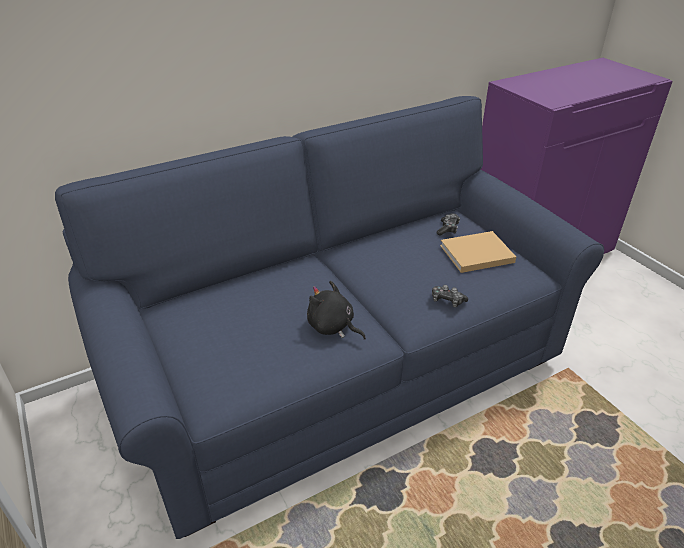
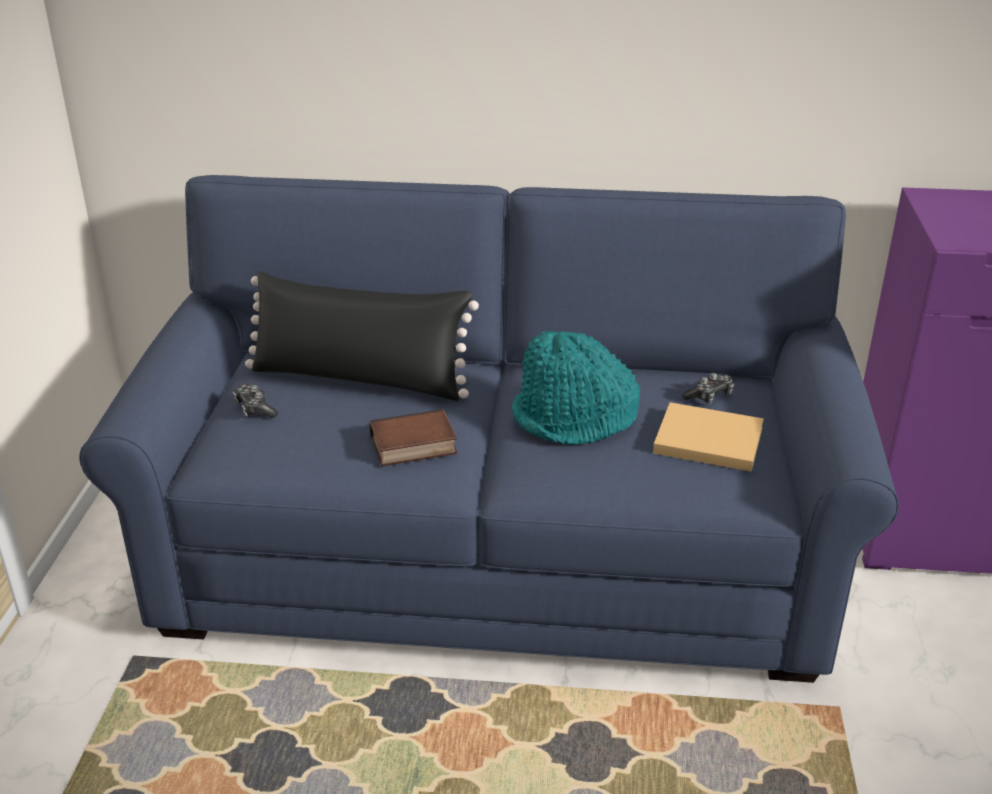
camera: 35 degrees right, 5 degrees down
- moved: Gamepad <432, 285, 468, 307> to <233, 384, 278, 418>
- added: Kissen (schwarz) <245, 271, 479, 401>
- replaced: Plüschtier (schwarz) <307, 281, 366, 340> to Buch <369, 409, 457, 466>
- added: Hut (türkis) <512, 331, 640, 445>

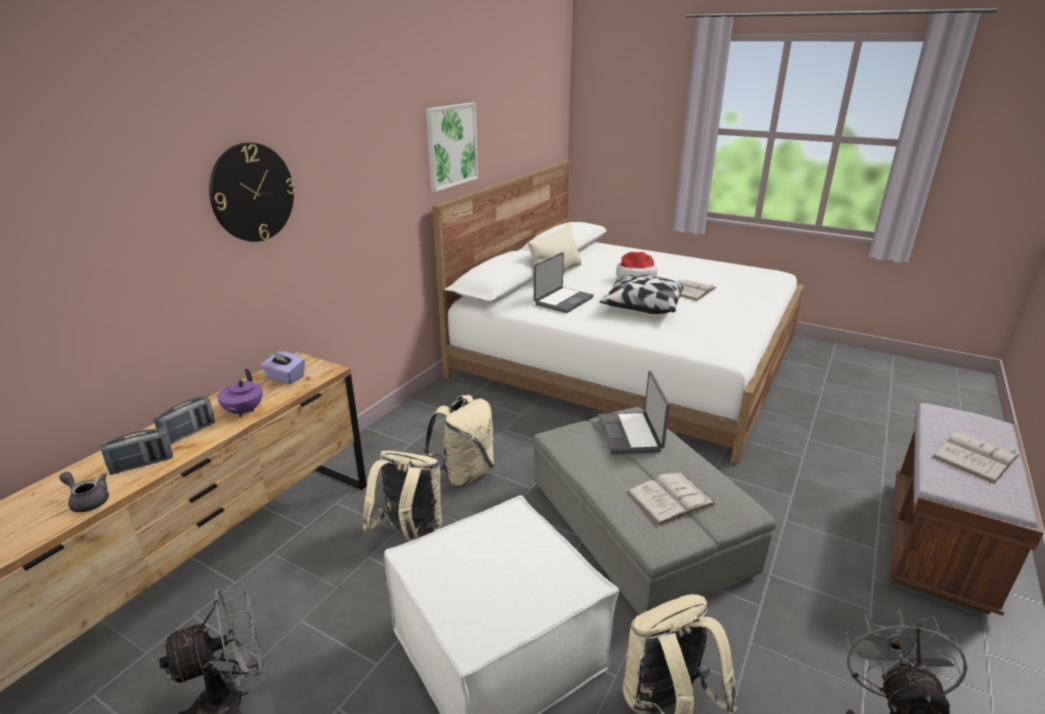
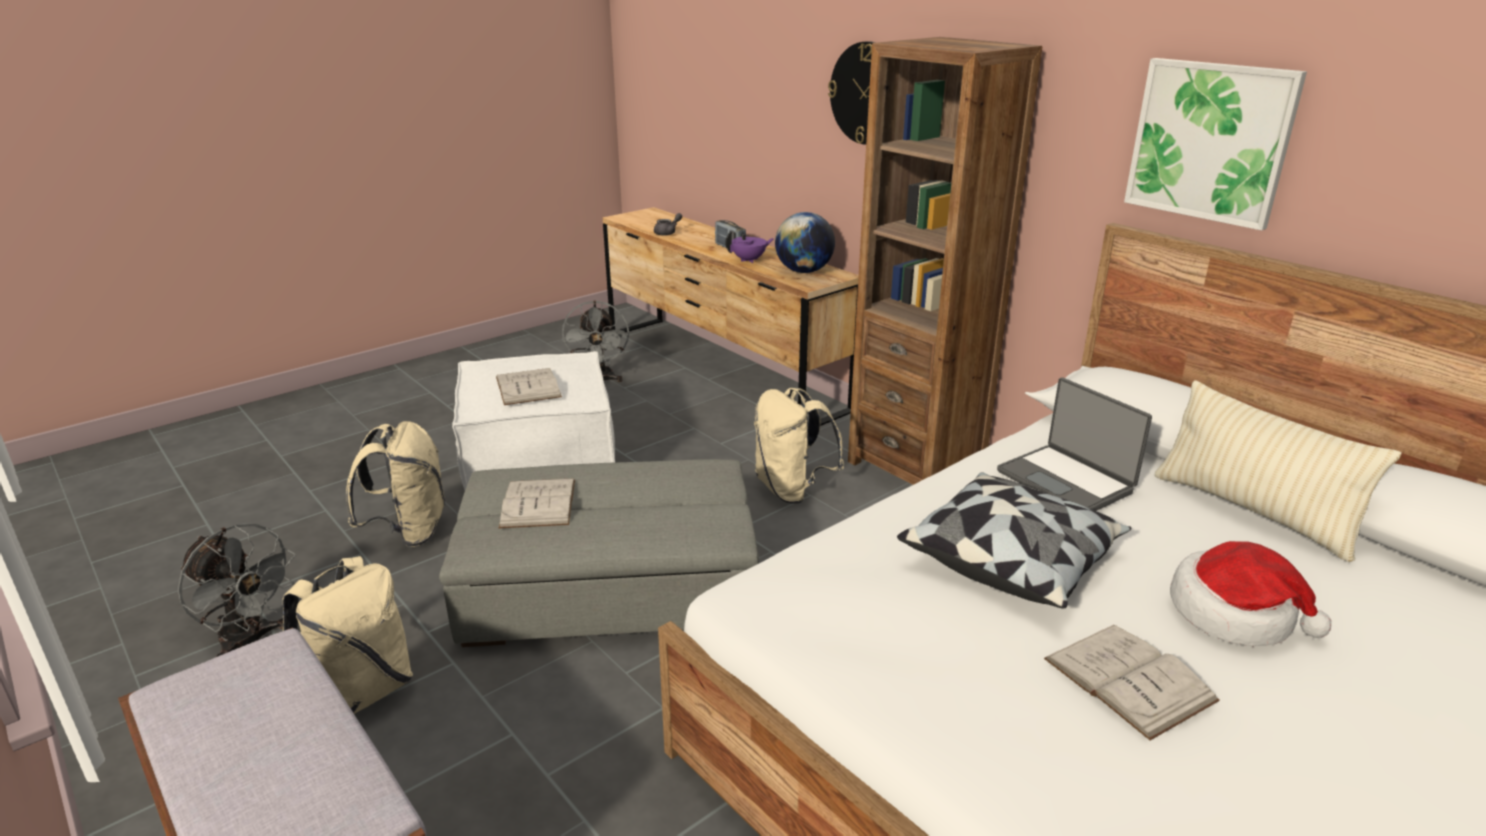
camera: 110 degrees right, 0 degrees up
- moved: Rucksack (beige) <363, 451, 442, 542> to <283, 556, 413, 714>
- moved: Buch (weiß) <932, 431, 1019, 484> to <496, 368, 562, 405>
- turned: Teekanne (lila) <217, 369, 263, 418> = <725, 232, 774, 263> 135 degrees clockwise
- replaced: Taschentuchbox (lila) <261, 351, 305, 384> to Globus <775, 212, 835, 273>
- added: Bücherregal (braun) <848, 37, 1043, 485>
- removed: Radio <100, 427, 173, 475>
- removed: Laptop <598, 371, 670, 454>

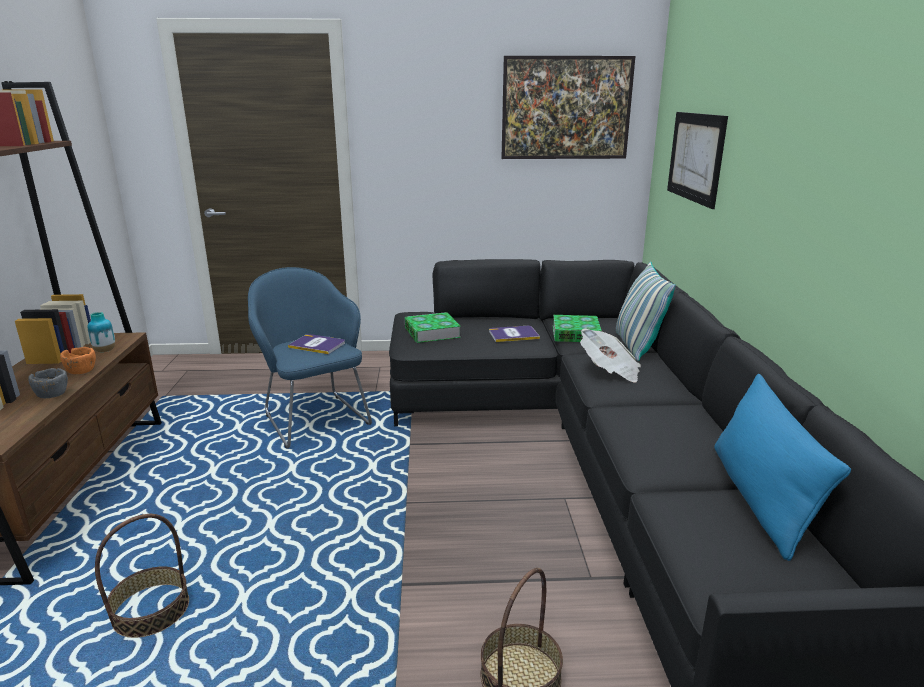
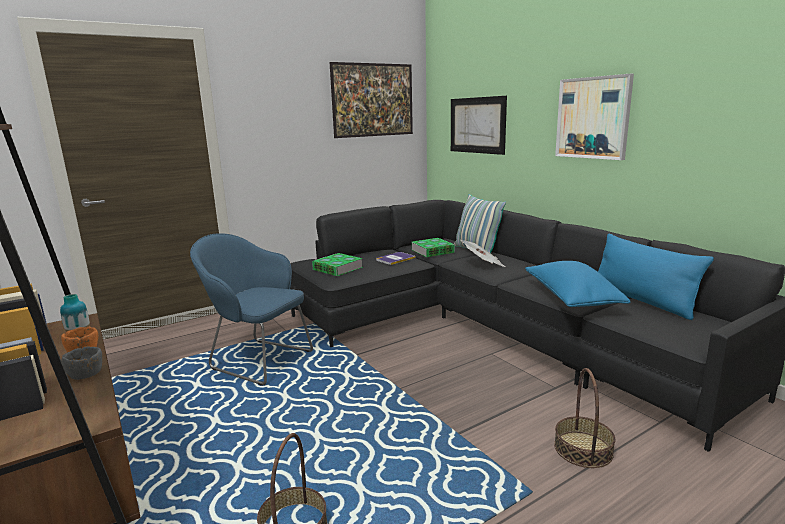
camera: 30 degrees left, 5 degrees down
- added: Kissen (blau) <525, 261, 631, 307>
- added: Bild <555, 74, 634, 160>
- removed: Buch <288, 334, 345, 354>

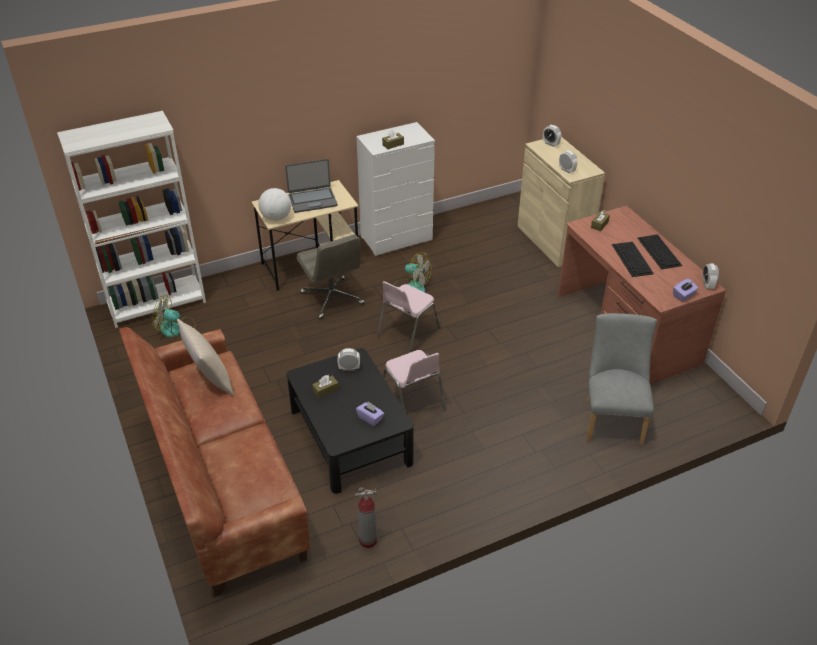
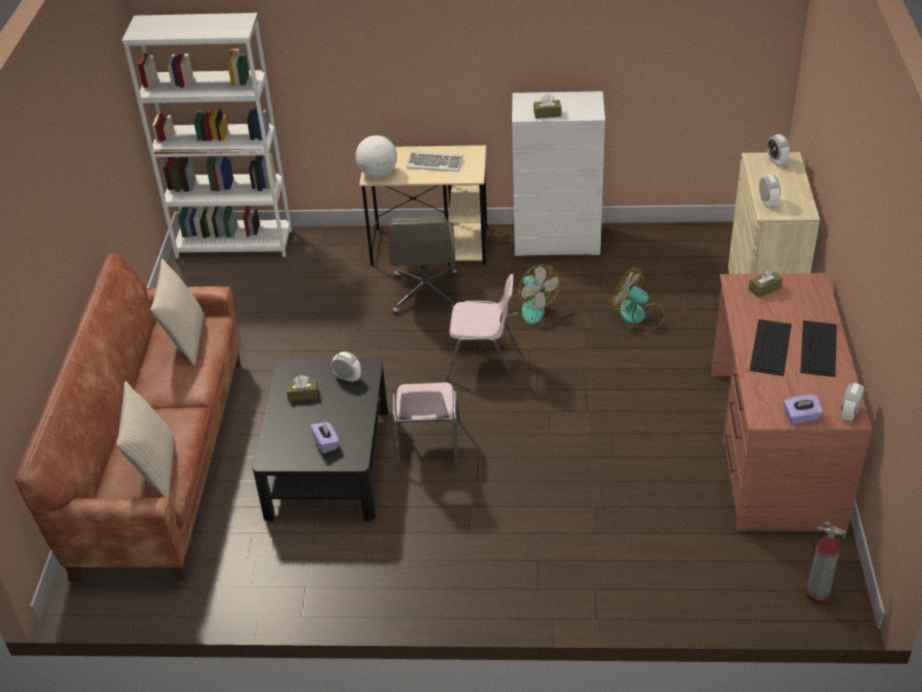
camera: 30 degrees right, 0 degrees up
- added: Kissen (beige) <116, 381, 175, 498>
- replaced: Laptop <285, 159, 338, 213> to Tastatur <406, 151, 463, 172>
- turned: Stuhl (rosa) <377, 281, 440, 353> = <446, 274, 516, 380> 150 degrees counterclockwise
- moved: Ventilator <152, 295, 196, 339> to <611, 268, 665, 329>
- moved: Feuerlöscher <355, 487, 377, 548> to <806, 521, 847, 605>
- removed: Stuhl (grau) <586, 313, 657, 445>

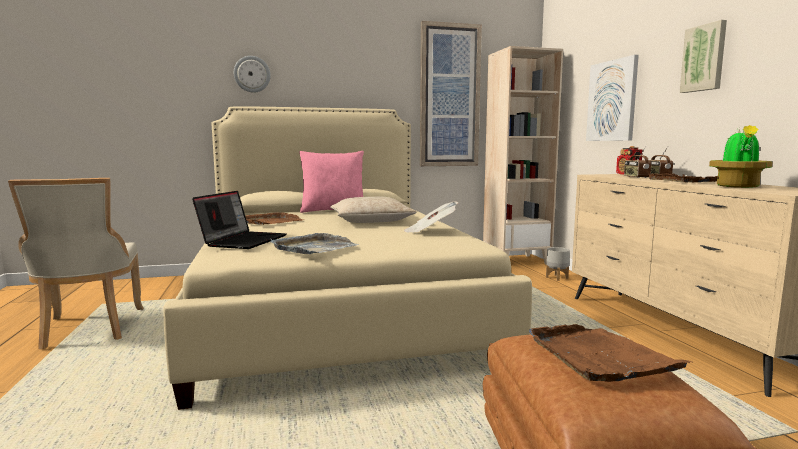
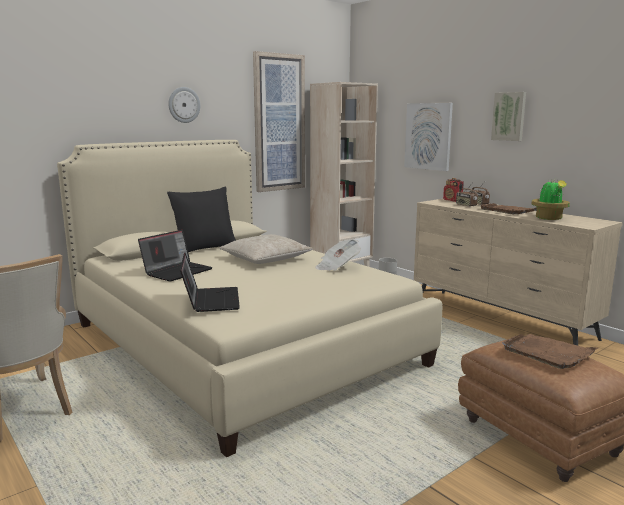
camera: 25 degrees left, 5 degrees up
- replaced: Tablett (braun) <245, 212, 303, 225> to Laptop <138, 230, 213, 282>
- recoloured: Kissen (rosa) <299, 151, 364, 213> to Kissen (schwarz) <167, 187, 236, 252>
- moved: Wanduhr <234, 56, 271, 93> to <168, 87, 200, 123>
- removed: Tablett (grau) <270, 233, 359, 254>

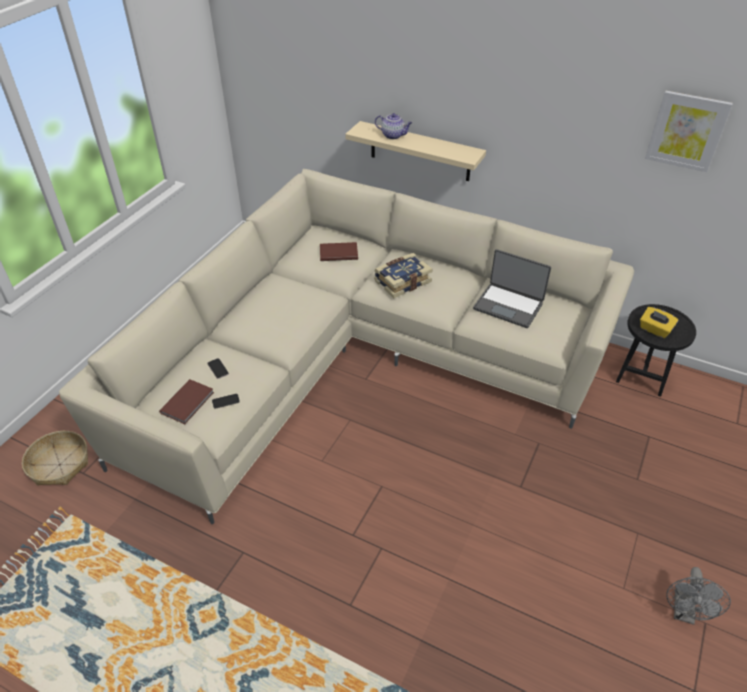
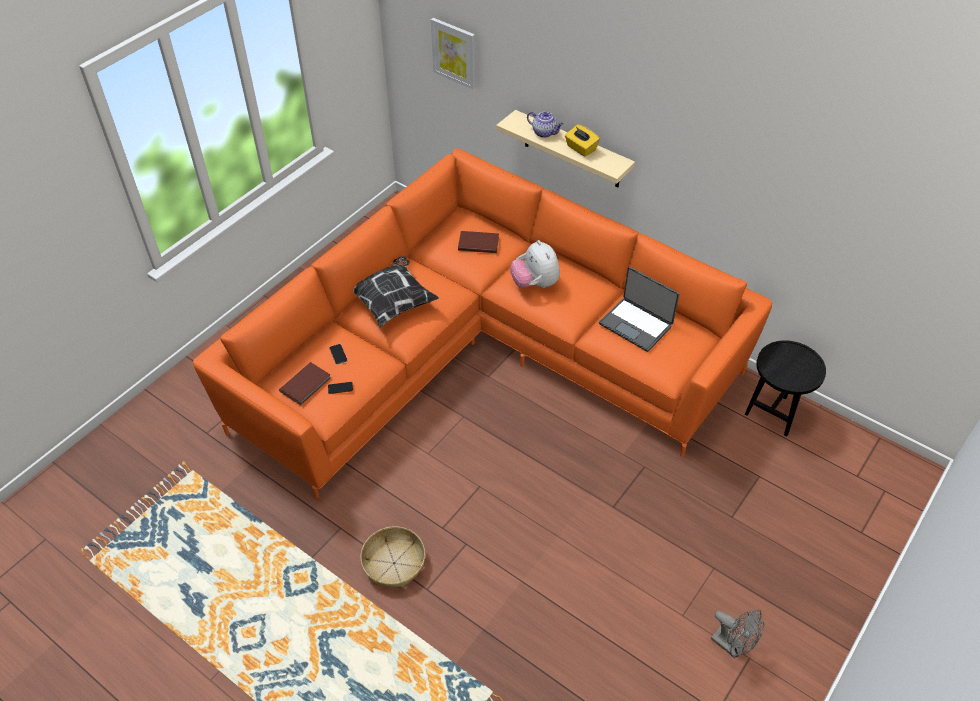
camera: 10 degrees right, 5 degrees up
- recoloured: Sofa (beige) <59, 169, 634, 524> to Sofa (orange) <193, 148, 772, 498>
- added: Kissen <353, 256, 439, 327>
- moved: Korb <22, 431, 88, 485> to <360, 526, 425, 589>
- moved: Bild <645, 91, 733, 172> to <431, 18, 476, 89>
- replaced: Buch <374, 253, 433, 298> to Plüschtier <510, 240, 560, 288>
- moved: Taschentuchbox (gelb) <640, 307, 678, 338> to <565, 124, 600, 157>
- turned: Ventilator (grau) <666, 567, 731, 625> = <711, 609, 764, 658> 75 degrees counterclockwise

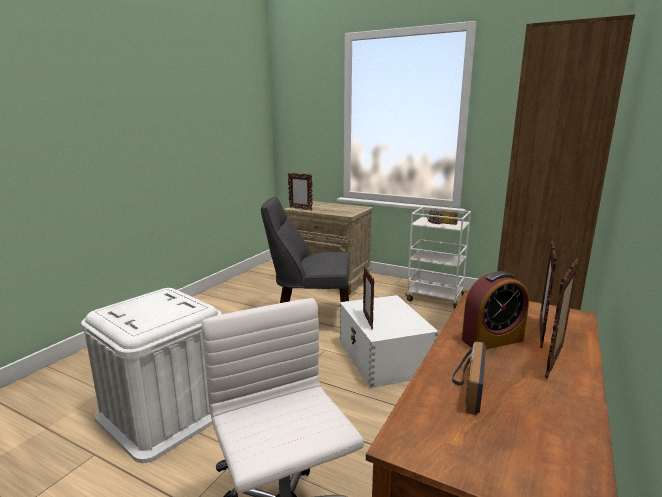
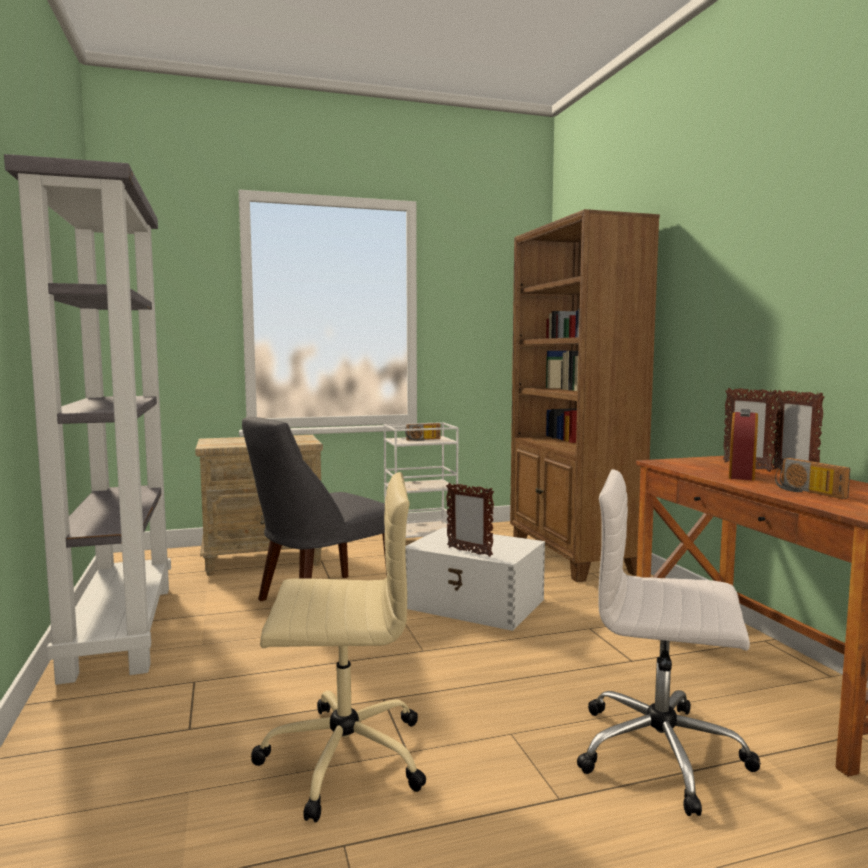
camera: 45 degrees left, 10 degrees down
- added: Bücherregal (grau) <4, 154, 171, 685>
- replaced: Aufbewahrungsbox (weiß) <81, 288, 222, 463> to Bürostuhl (beige) <251, 472, 426, 822>
- removed: Bilderrahmen <288, 173, 313, 211>

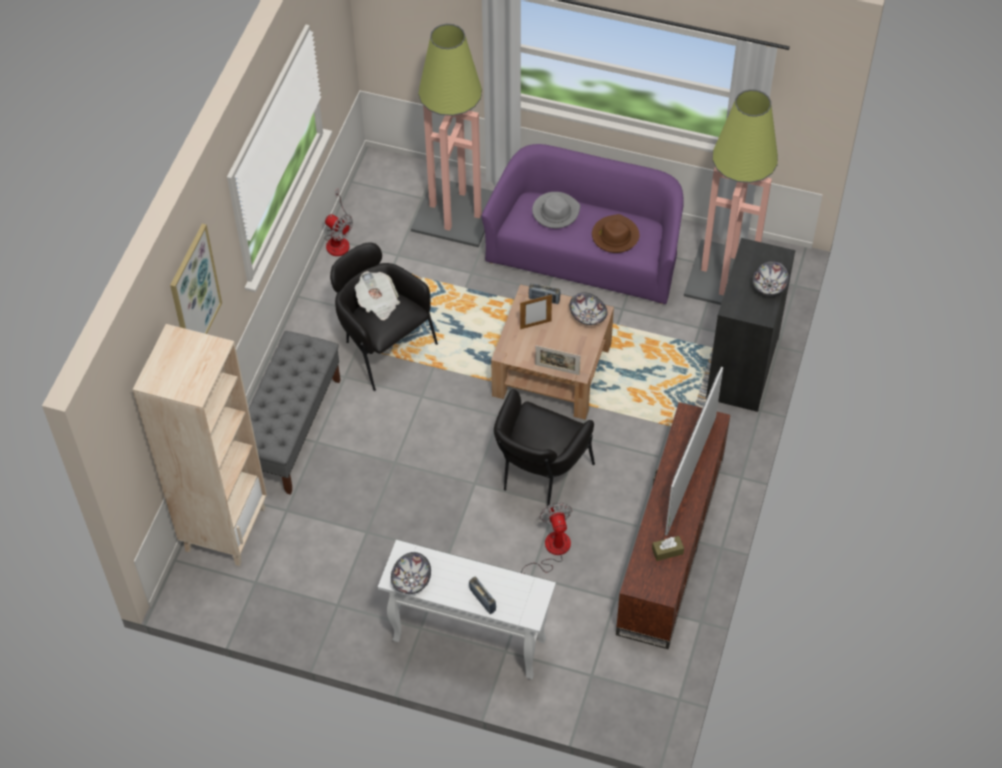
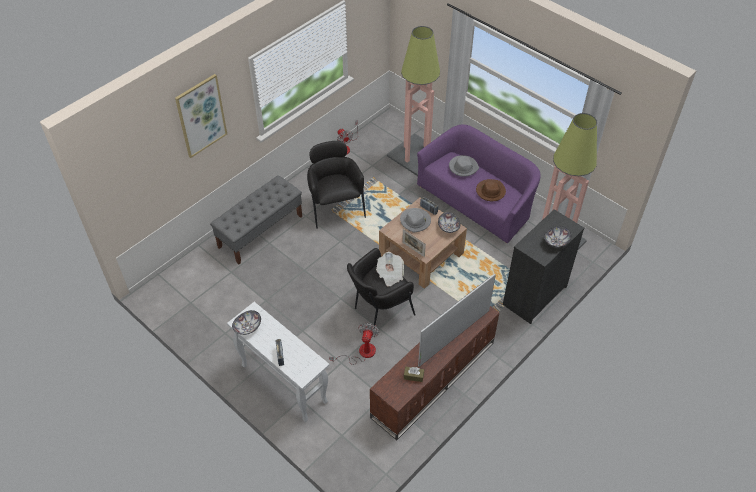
camera: 25 degrees right, 5 degrees down
- moved: Zeitung <355, 271, 400, 320> to <376, 252, 404, 287>
- replaced: Bilderrahmen <520, 294, 552, 329> to Hut (grau) <400, 208, 431, 233>
- removed: Bücherregal (beige) <133, 324, 267, 566>

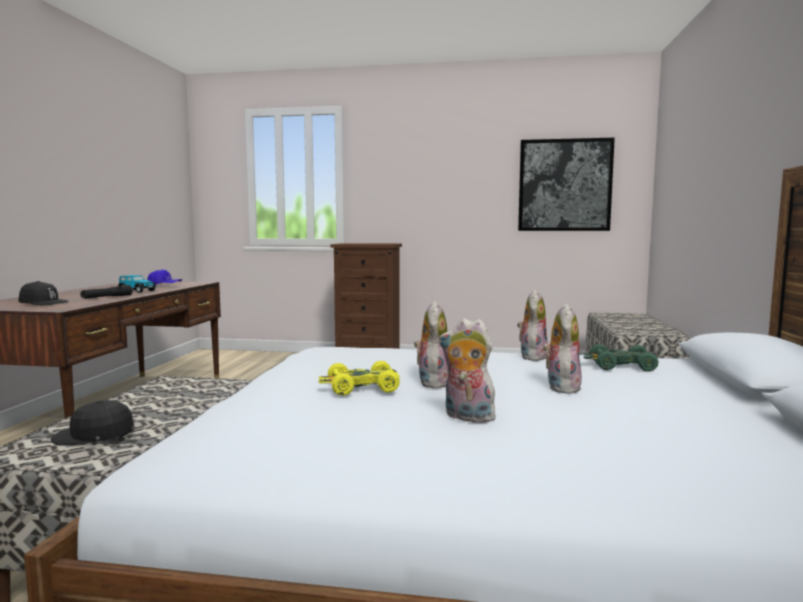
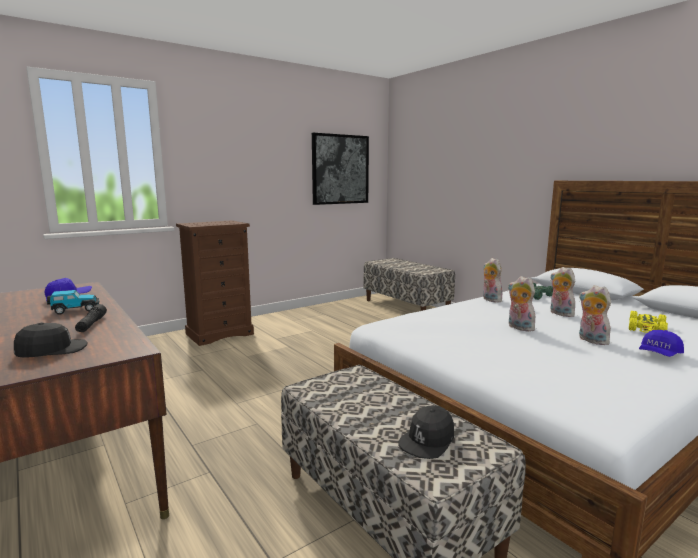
camera: 45 degrees left, 5 degrees up
- turned: Plüschtier <439, 319, 498, 424> = <579, 285, 613, 345> 75 degrees clockwise
- moved: Spielzeugauto (gelb) <318, 361, 400, 396> to <629, 311, 668, 333>
- added: Kappe (blau) <639, 330, 684, 357>

